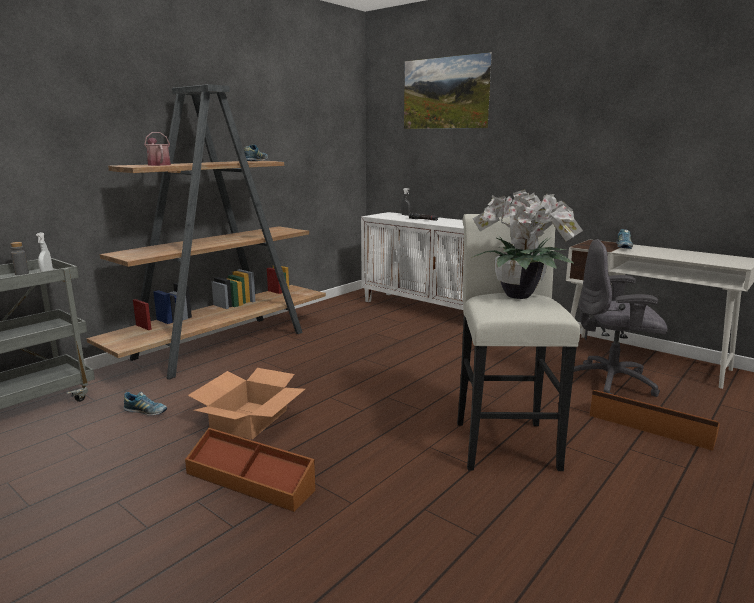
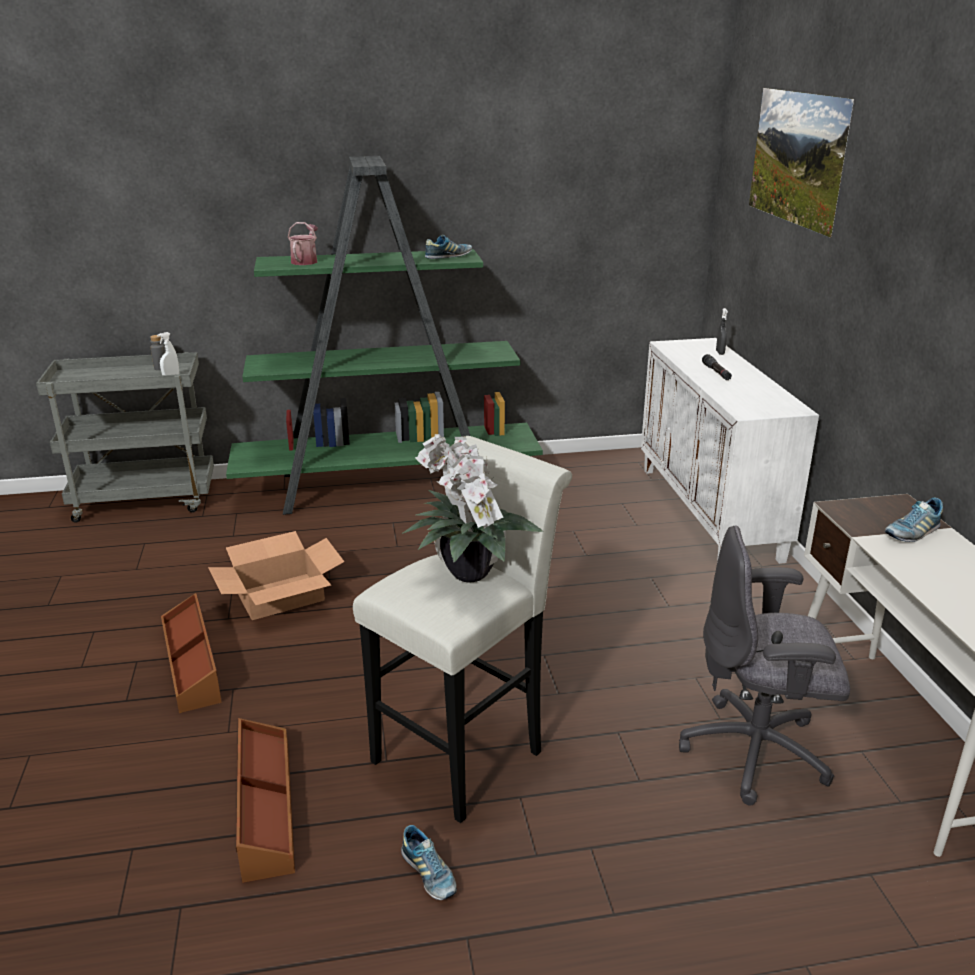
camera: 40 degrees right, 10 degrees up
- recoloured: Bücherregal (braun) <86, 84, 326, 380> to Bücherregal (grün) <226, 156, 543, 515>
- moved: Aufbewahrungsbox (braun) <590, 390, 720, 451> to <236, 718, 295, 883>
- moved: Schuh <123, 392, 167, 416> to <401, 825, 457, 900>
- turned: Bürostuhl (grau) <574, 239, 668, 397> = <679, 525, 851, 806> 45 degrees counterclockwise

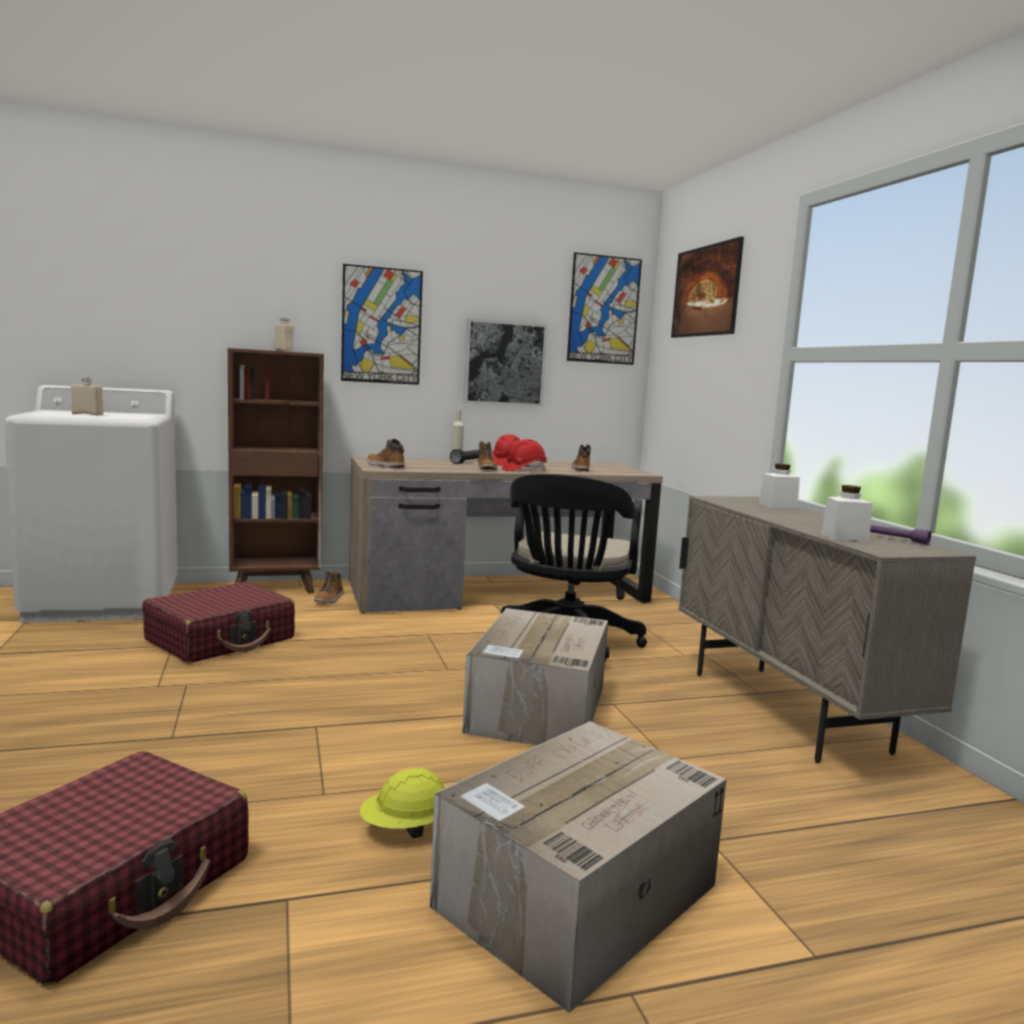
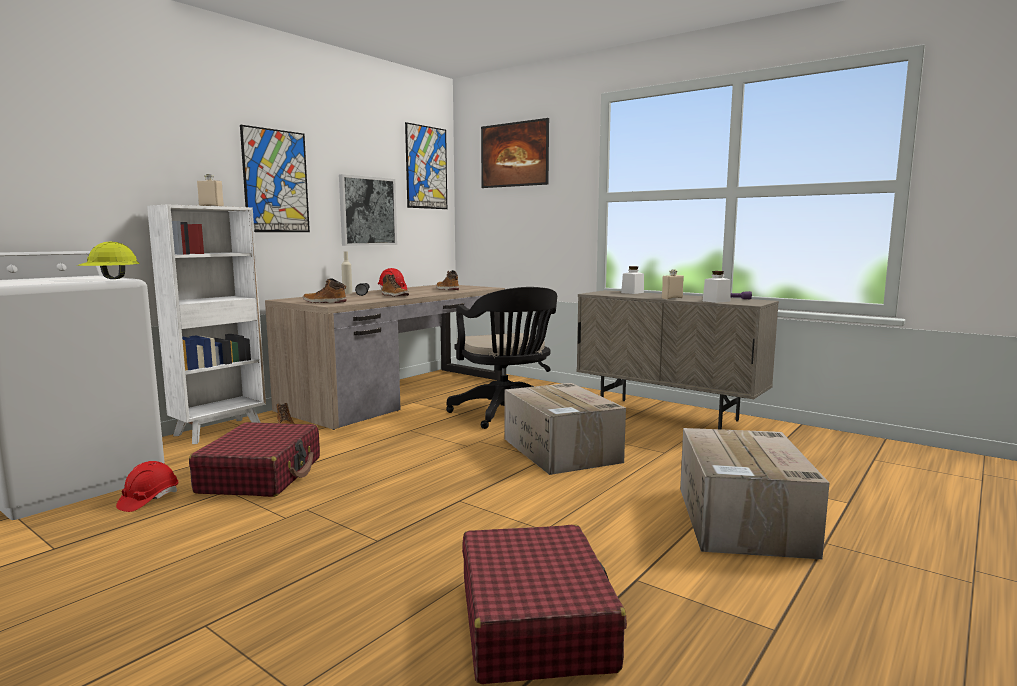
camera: 35 degrees left, 0 degrees up
- moved: Schutzhelm (gelb) <360, 768, 446, 838> to <76, 241, 139, 279>
- moved: Schutzhelm (rot) <502, 439, 547, 471> to <116, 461, 178, 512>
- recoloured: Bücherregal (braun) <228, 348, 324, 593> to Bücherregal (weiß) <147, 205, 266, 444>
- moved: Flasche (beige) <71, 377, 103, 416> to <662, 269, 684, 299>

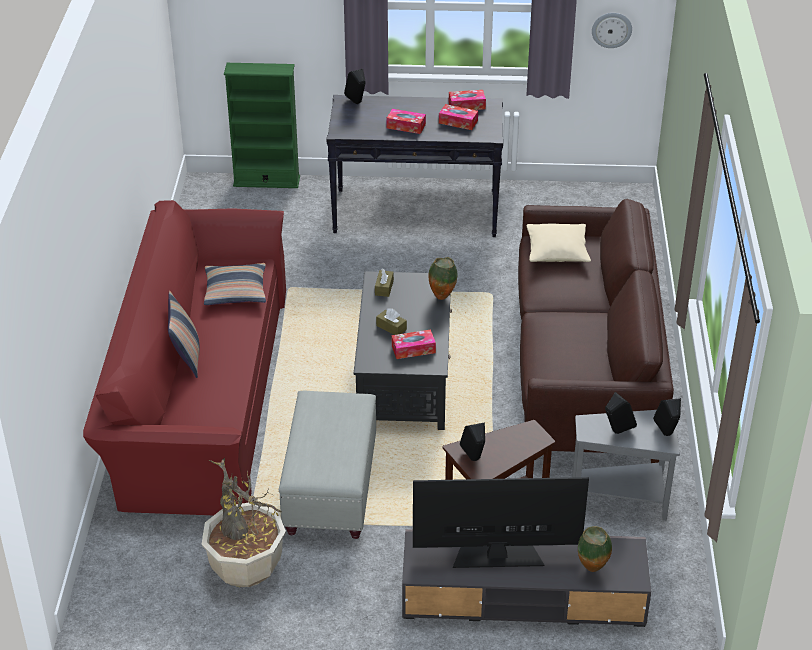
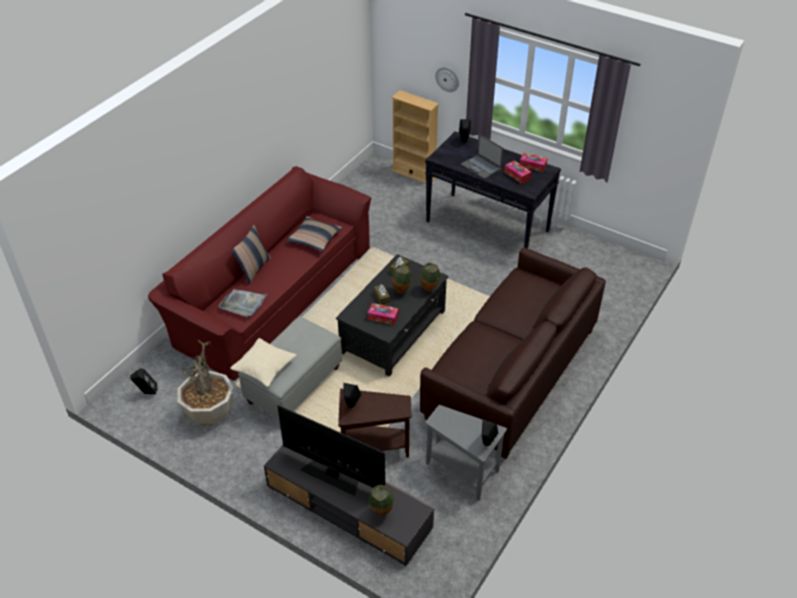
camera: 30 degrees right, 5 degrees up
- moved: Lautsprecher (schwarz) <605, 392, 637, 434> to <130, 368, 158, 394>
- added: Tablett (grau) <218, 289, 267, 317>
- moved: Kissen (beige) <526, 224, 591, 262> to <230, 338, 296, 387>
- recoloured: Bücherregal (grün) <224, 63, 300, 188> to Bücherregal (beige) <391, 90, 439, 184>
- added: Vase <392, 265, 412, 294>
- moved: Wanduhr <592, 13, 632, 48> to <435, 67, 459, 92>
- replaced: Taschentuchbox <387, 109, 426, 134> to Laptop <461, 134, 504, 179>

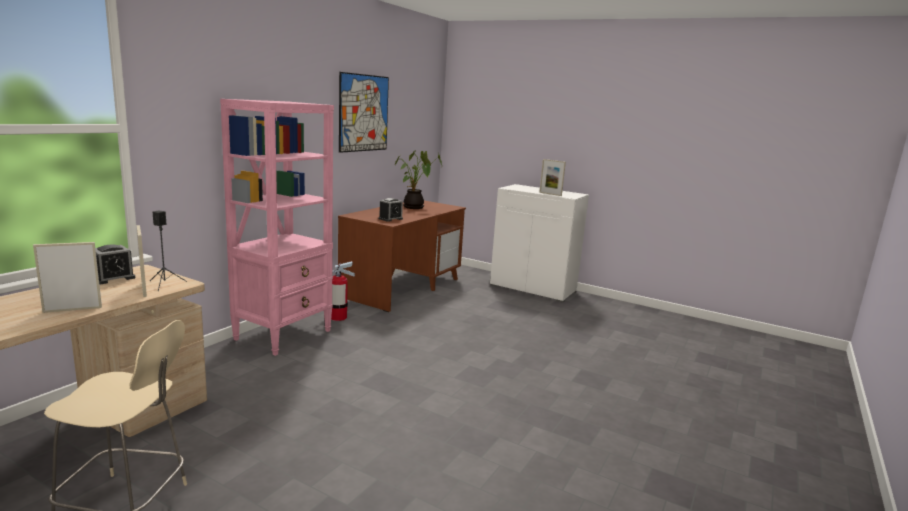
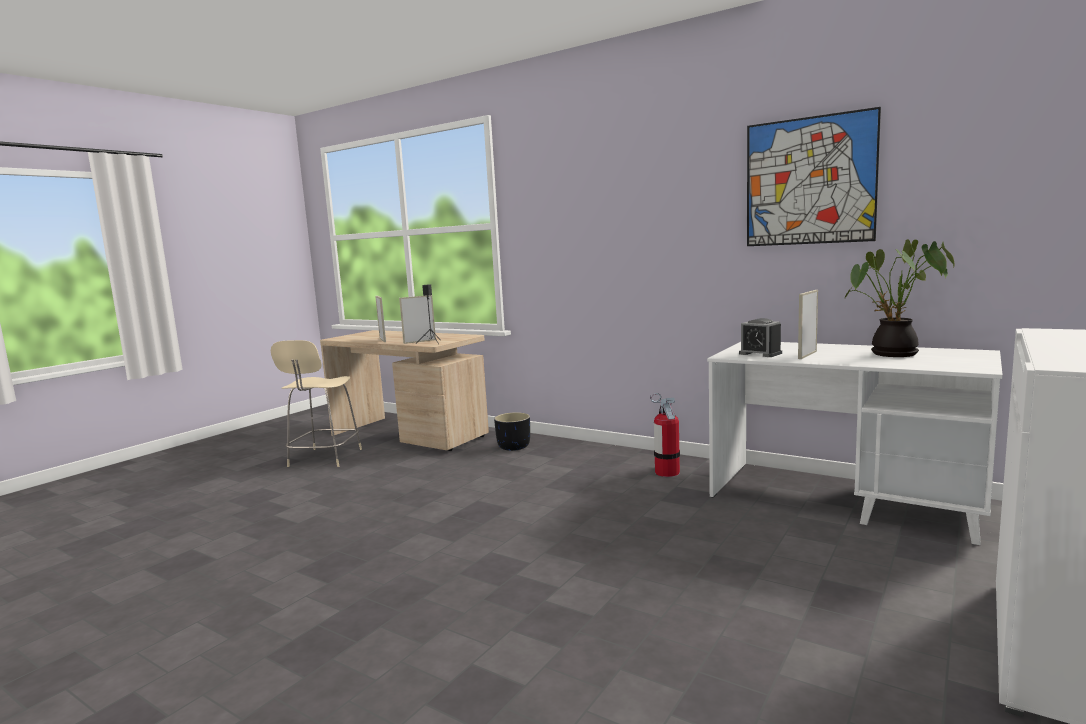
camera: 95 degrees right, 5 degrees down
- added: Pflanzkübel (schwarz) <494, 412, 530, 451>
- recoloured: Schreibtisch (braun) <338, 201, 466, 312> to Schreibtisch (weiß) <707, 342, 1003, 545>
- moved: Bilderrahmen <539, 159, 566, 196> to <798, 290, 818, 359>
- removed: Wecker <95, 245, 135, 285>
- removed: Bücherregal (rosa) <220, 99, 334, 356>

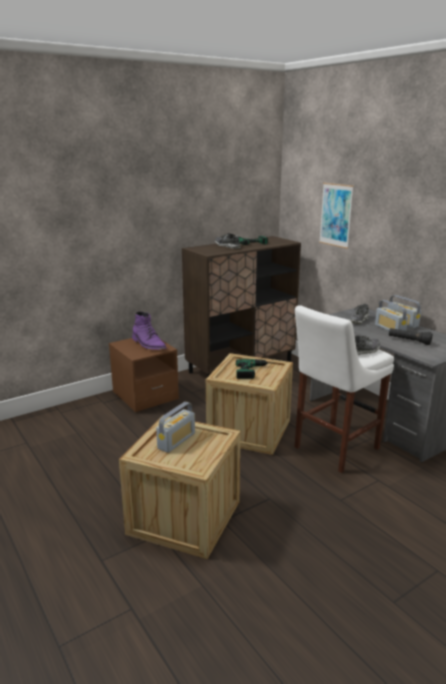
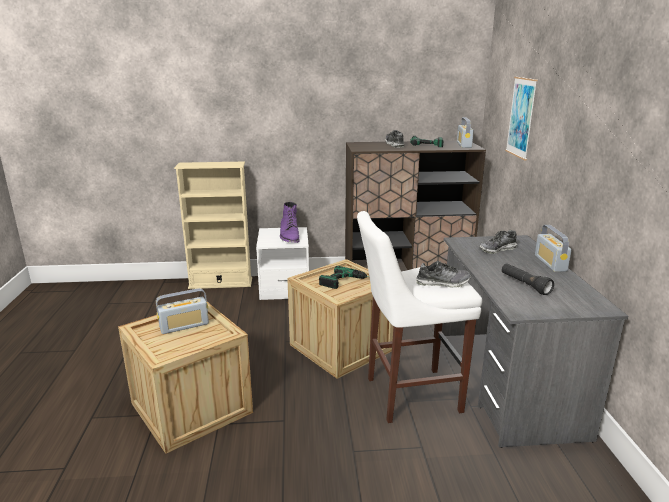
camera: 30 degrees right, 0 degrees up
- added: Bücherregal (beige) <174, 162, 252, 289>
- recoloured: Nachttisch (braun) <109, 338, 179, 412> to Nachttisch (weiß) <256, 227, 309, 300>
- moved: Radio <375, 300, 408, 331> to <457, 117, 474, 148>

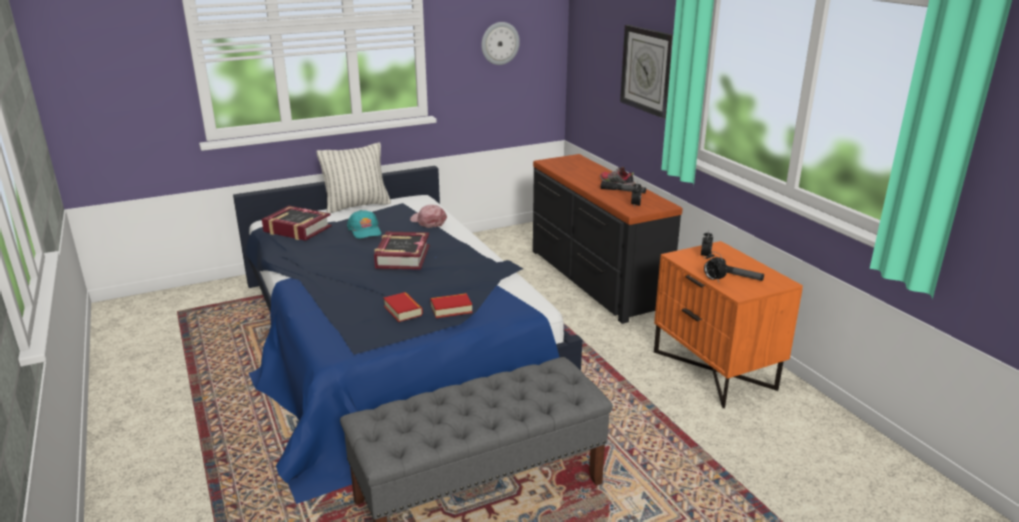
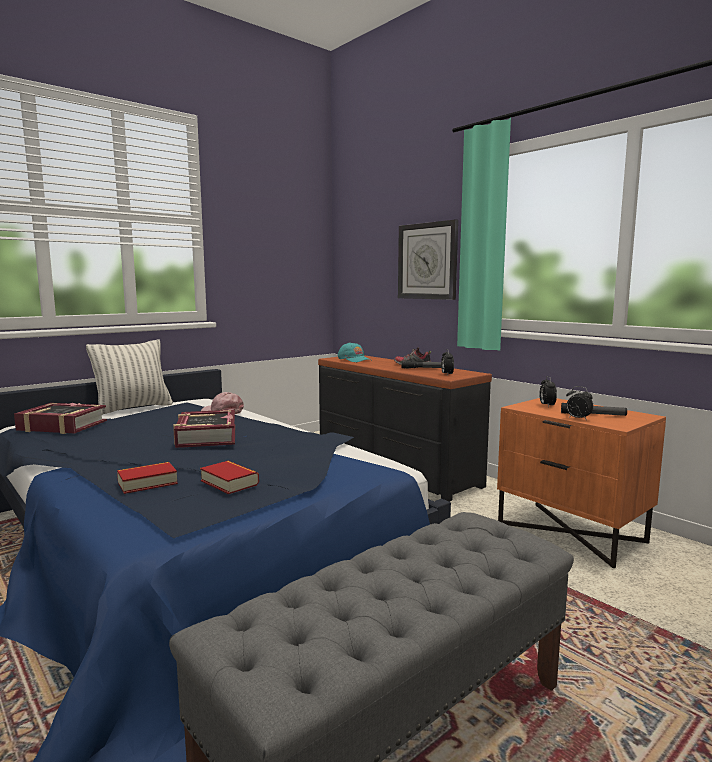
camera: 15 degrees left, 15 degrees down
- moved: Buch <430, 293, 473, 318> to <117, 462, 178, 494>
- moved: Kappe (türkis) <347, 210, 381, 239> to <338, 342, 371, 362>
- removed: Wanduhr <481, 22, 520, 65>

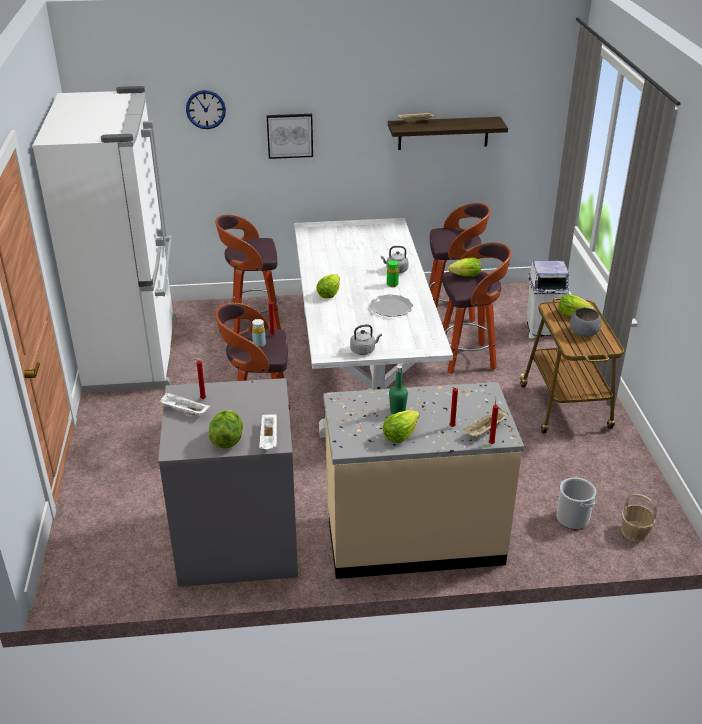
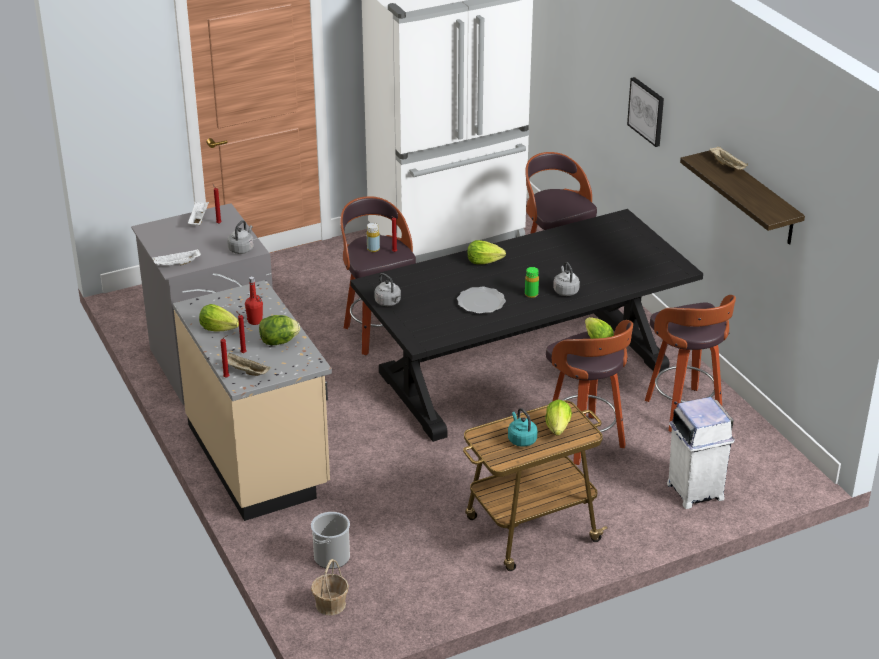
camera: 70 degrees right, 0 degrees up
- added: Wasserkessel (grau) <227, 220, 254, 254>
- recoloured: Flasche (grün) <389, 365, 408, 414> to Flasche (rot) <245, 276, 263, 325>
- moved: Salatkopf <209, 410, 243, 449> to <259, 315, 300, 345>
- recoloured: Esstisch (weiß) <294, 218, 453, 437> to Esstisch (schwarz) <350, 209, 703, 442>
- replaced: Schüssel (grau) <570, 308, 602, 337> to Wasserkessel (türkis) <508, 408, 537, 447>
- removed: Wanduhr <186, 90, 226, 129>

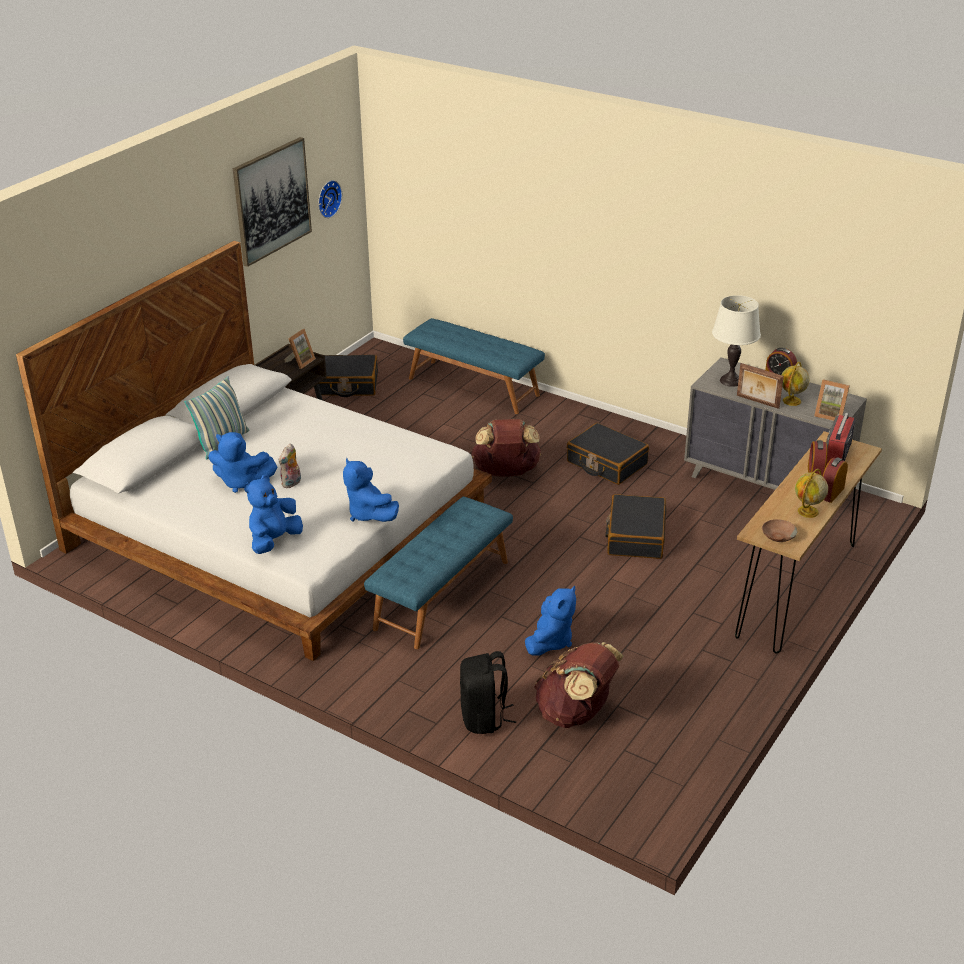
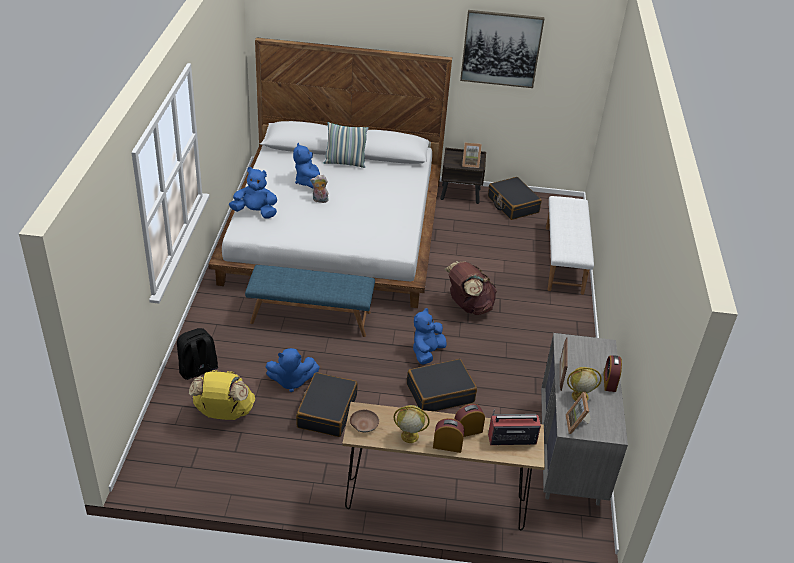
camera: 60 degrees right, 5 degrees up
- recoloured: Rucksack (braun) <534, 642, 624, 728> to Rucksack (gelb) <189, 370, 255, 420>
- moved: Koffer (schwarz) <567, 423, 649, 485> to <296, 373, 358, 437>
- moved: Plüschtier (blau) <343, 458, 399, 522> to <413, 308, 447, 365>
- recoloured: Bank (blau) <403, 318, 545, 414> to Bank (weiß) <546, 196, 594, 295>
- removed: Wanduhr <318, 180, 342, 218>
- removed: Tischlampe (weiß) <712, 295, 761, 387>

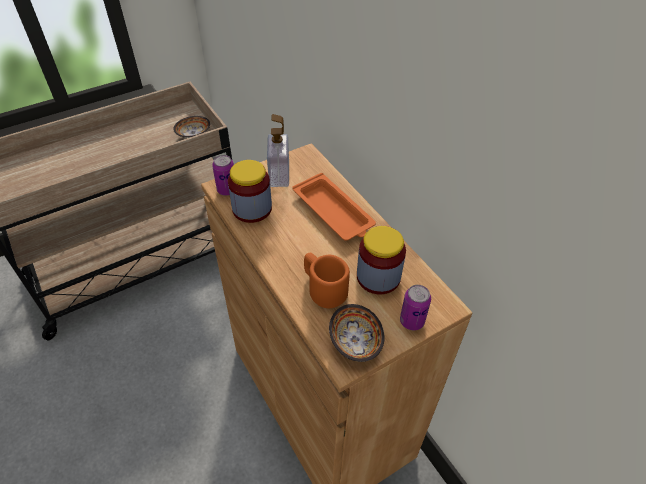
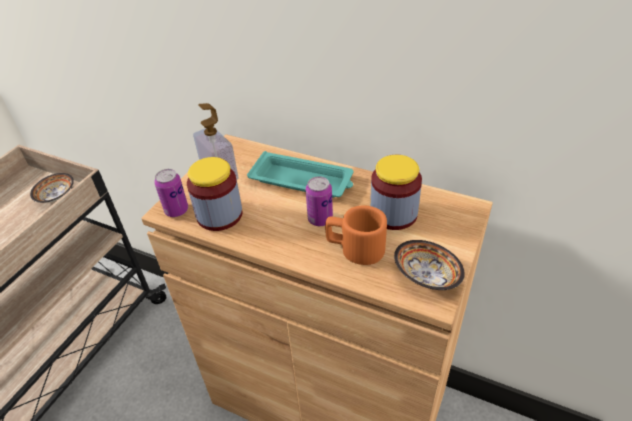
camera: 30 degrees left, 5 degrees down
- recoloured: Tablett (orange) <292, 173, 376, 241> to Tablett (türkis) <247, 151, 353, 198>
- moved: Dose <400, 285, 431, 330> to <306, 176, 333, 226>

